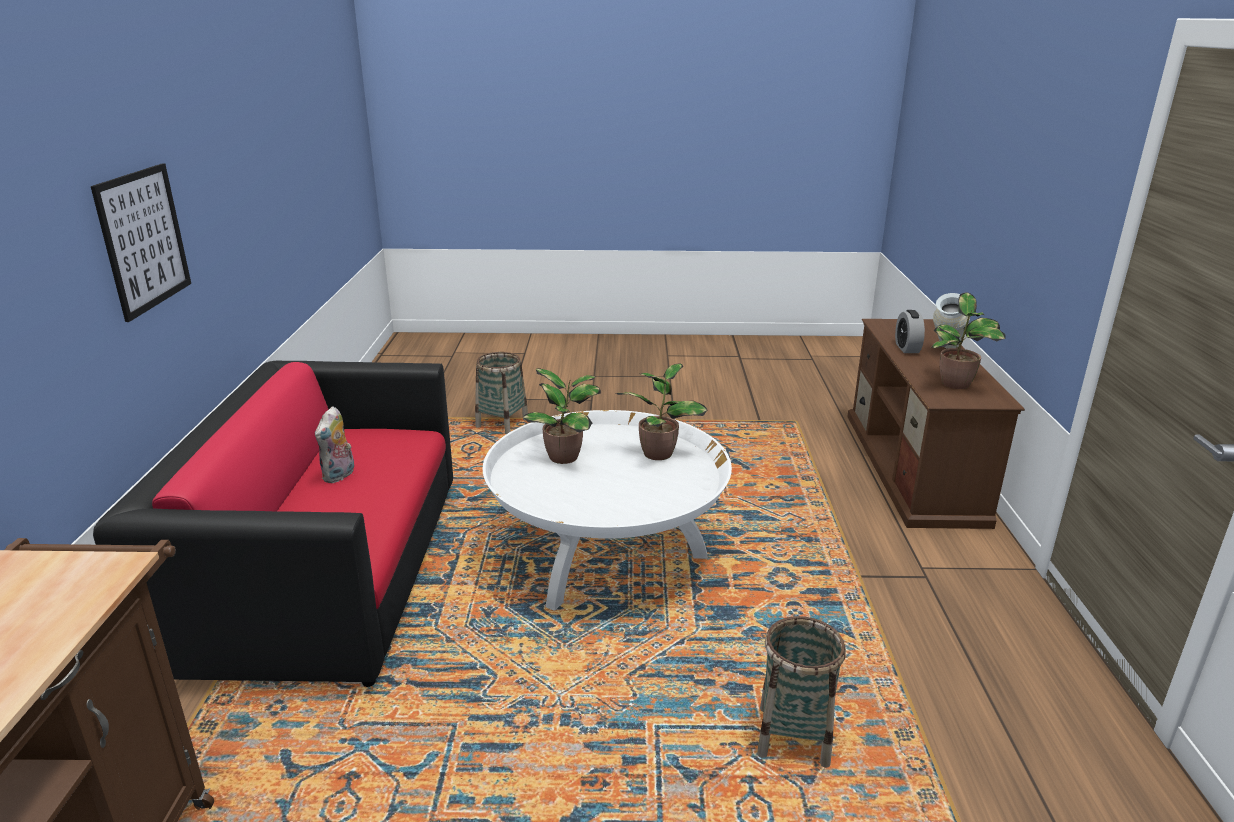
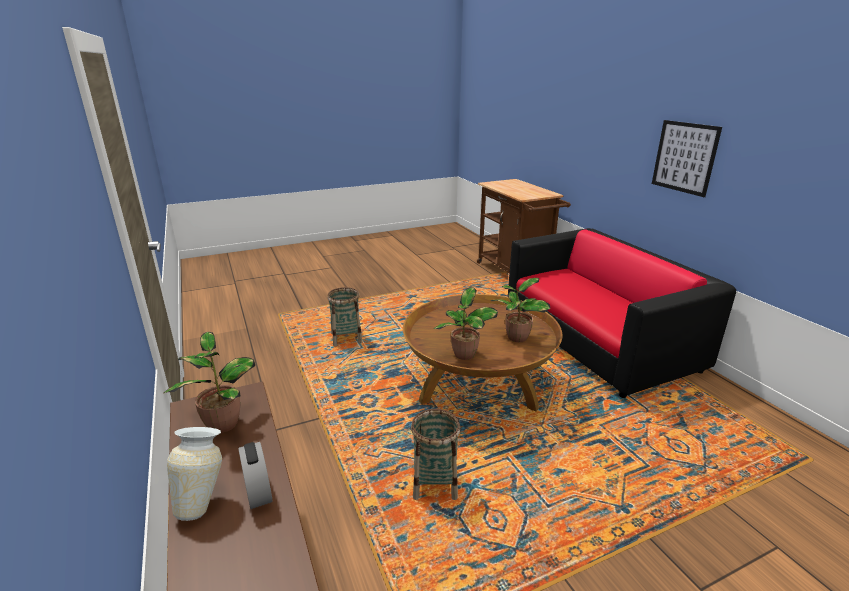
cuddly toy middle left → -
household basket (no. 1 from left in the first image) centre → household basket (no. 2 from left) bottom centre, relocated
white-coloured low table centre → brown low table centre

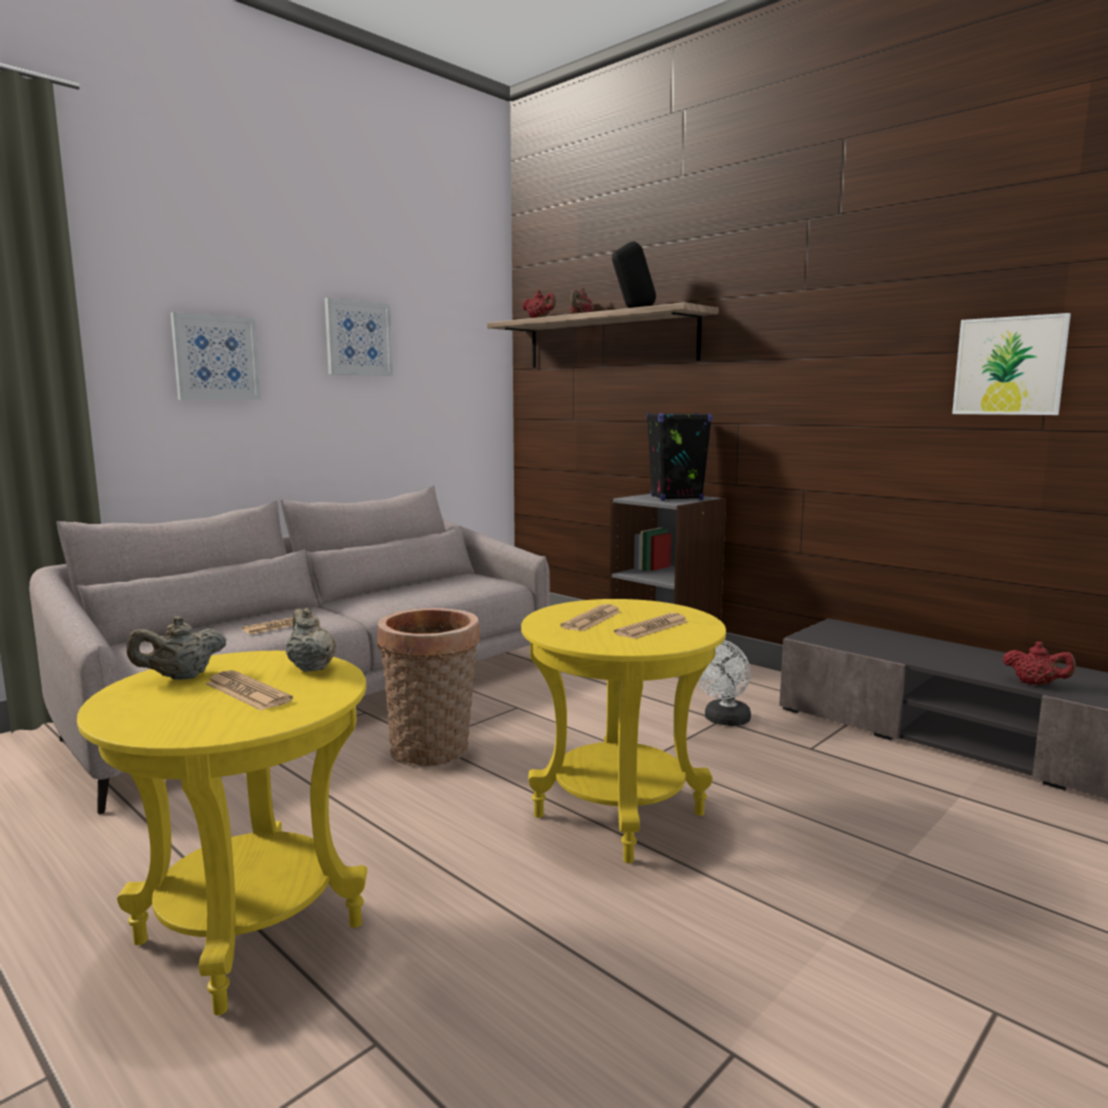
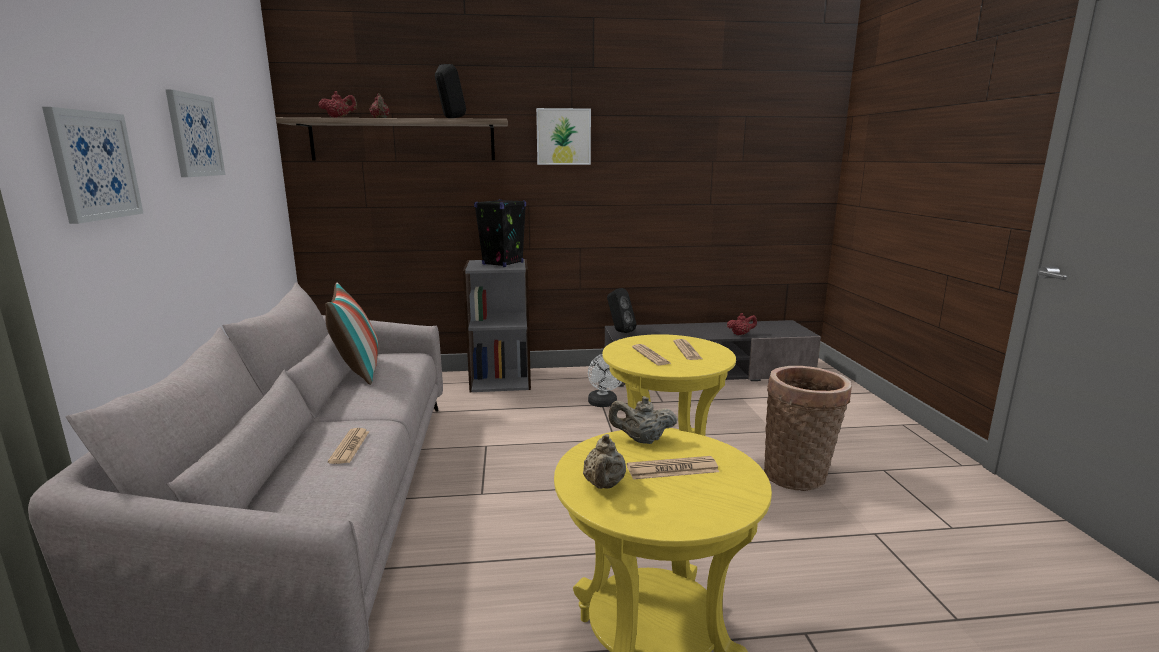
- → cushion middle left
- → blackish speaker (no. 3 from left) centre
household basket centre → household basket middle right, relocated
wall art (no. 3 from left) top right → wall art (no. 3 from left) top centre, relocated

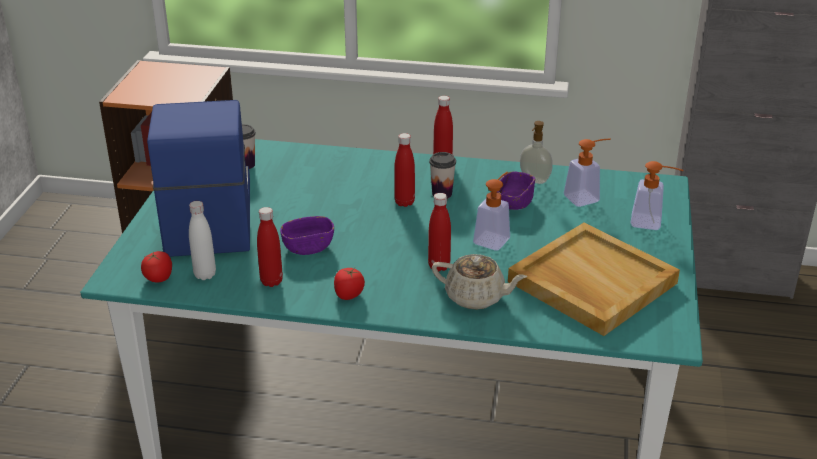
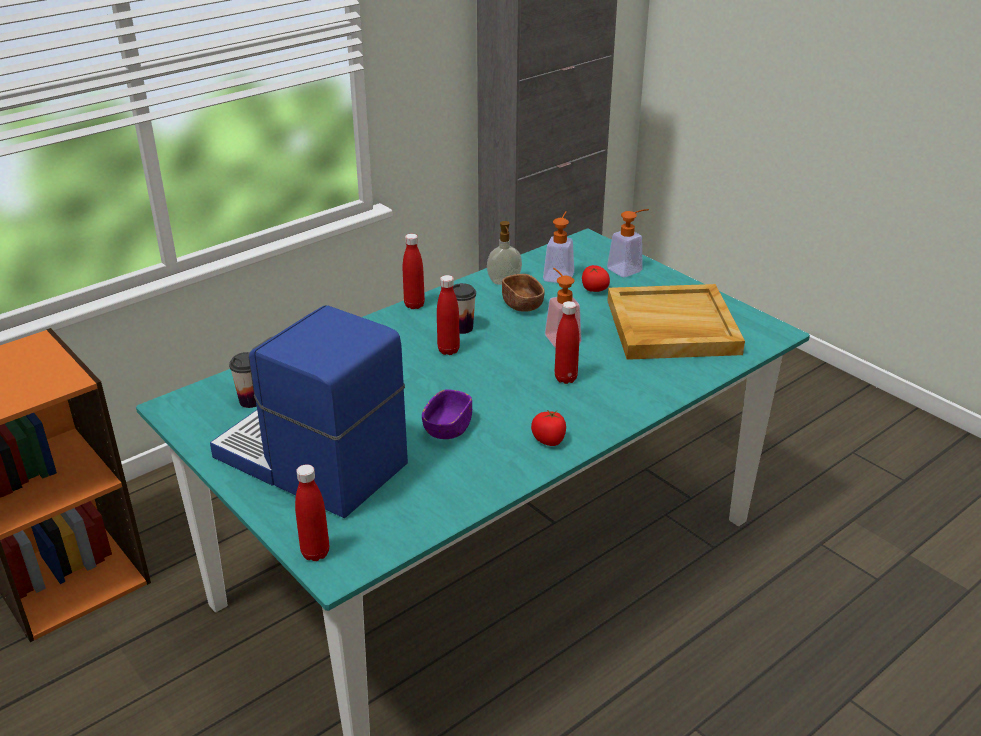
white-coloured bottle middle left → -
beige teapot centre → -
tomato (no. 1 from left in the first image) middle left → tomato (no. 2 from left) centre, relocated
red bottle (no. 1 from left) middle left → red bottle (no. 1 from left) bottom left, relocated
purplish bowl (no. 2 from left) centre → brown bowl centre

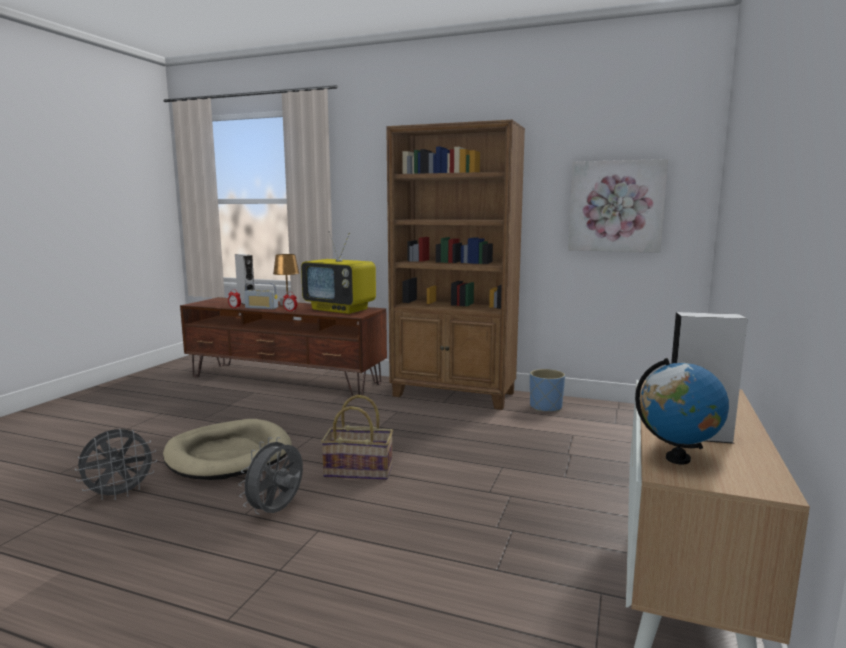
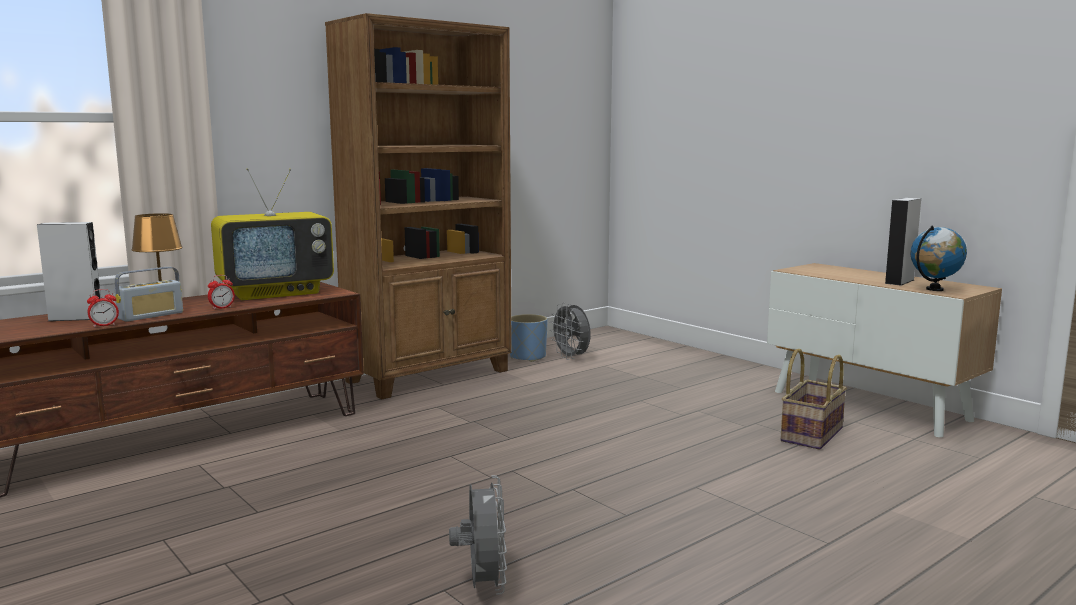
beige pet bed bottom left → -
wall art top right → -
grey fan (no. 2 from left) bottom left → grey fan (no. 2 from left) centre, relocated
household basket bottom centre → household basket middle right, relocated

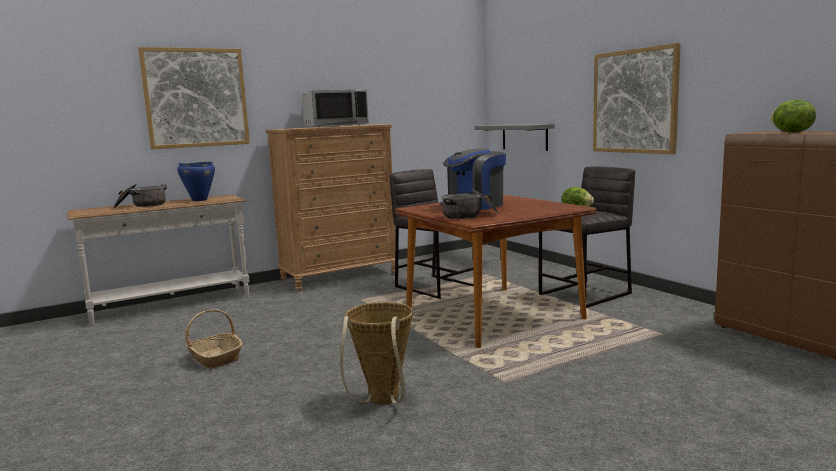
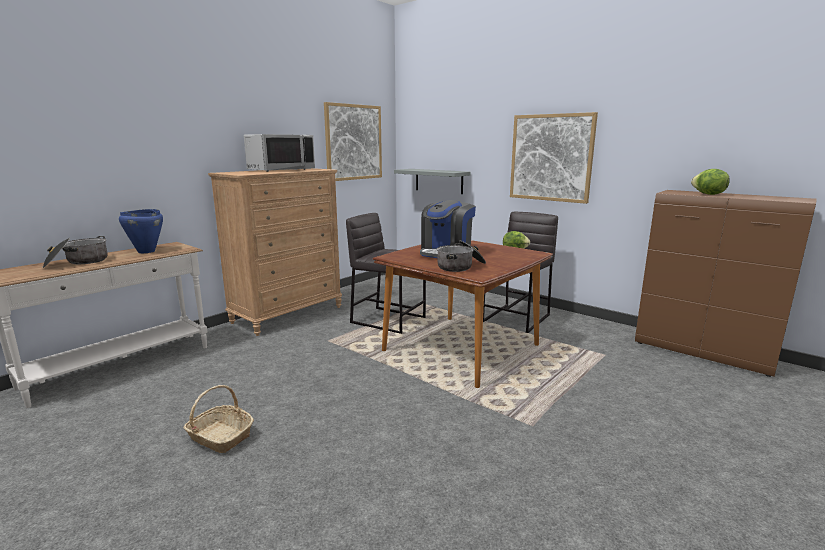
household basket (no. 2 from left) bottom centre → -
wall art (no. 1 from left) top left → wall art (no. 1 from left) top centre, relocated

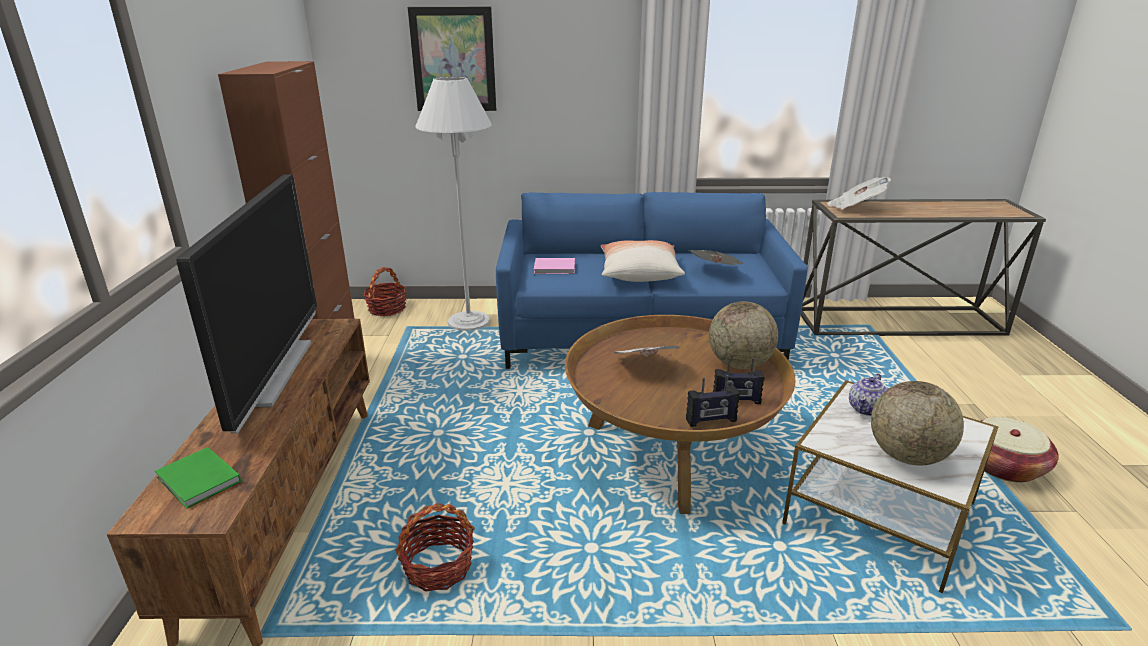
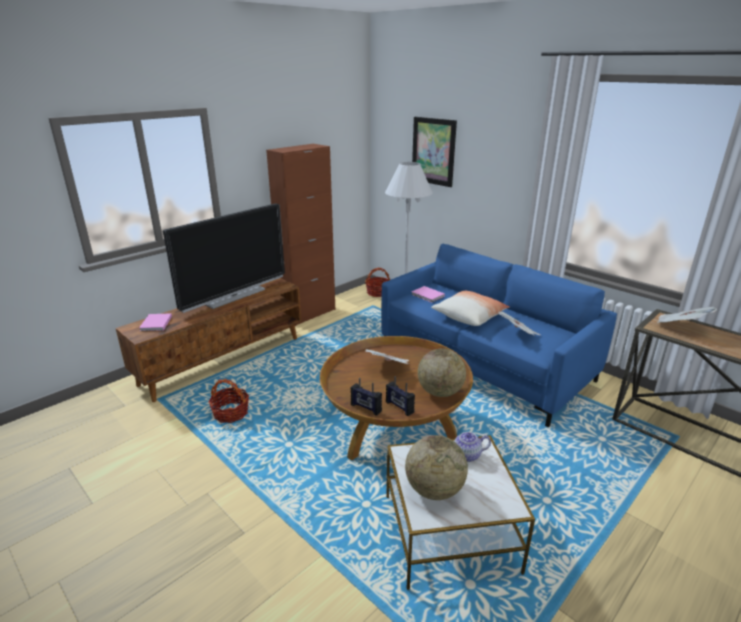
household basket (no. 3 from left) bottom right → -
greenish volume bottom left → pink volume (no. 1 from left) middle left

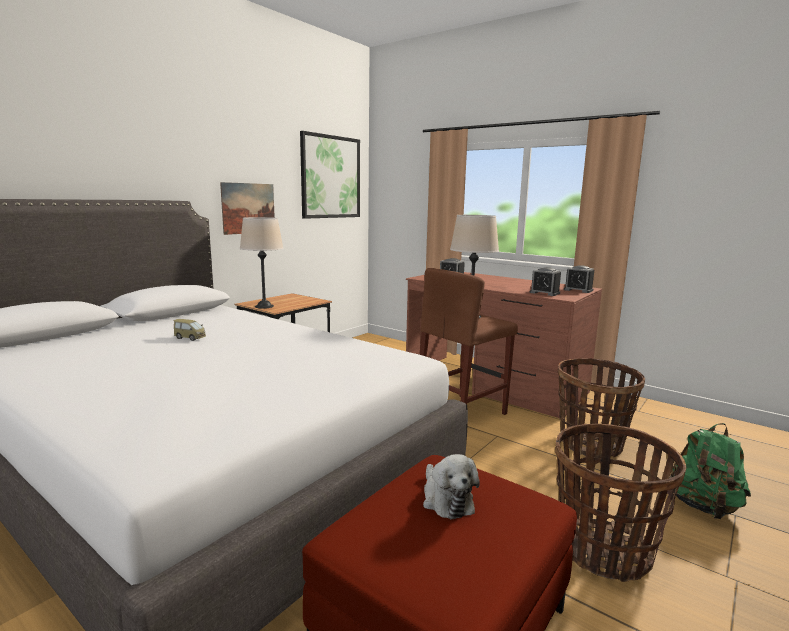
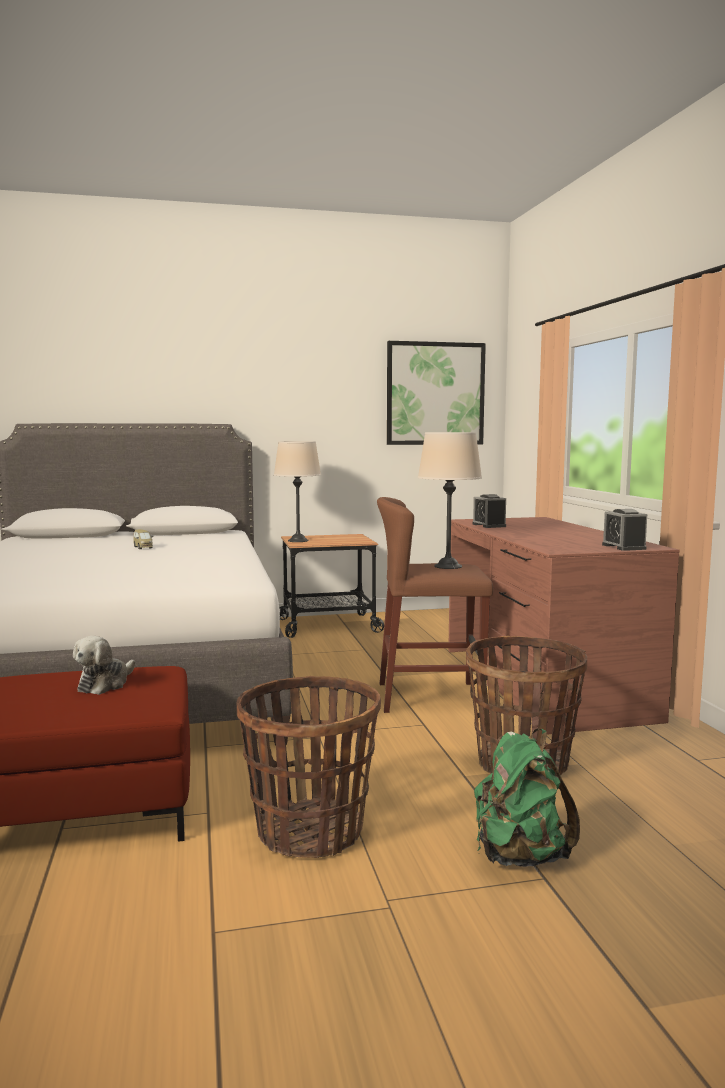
wall art (no. 1 from left) top left → -
table clock (no. 2 from left) middle right → -

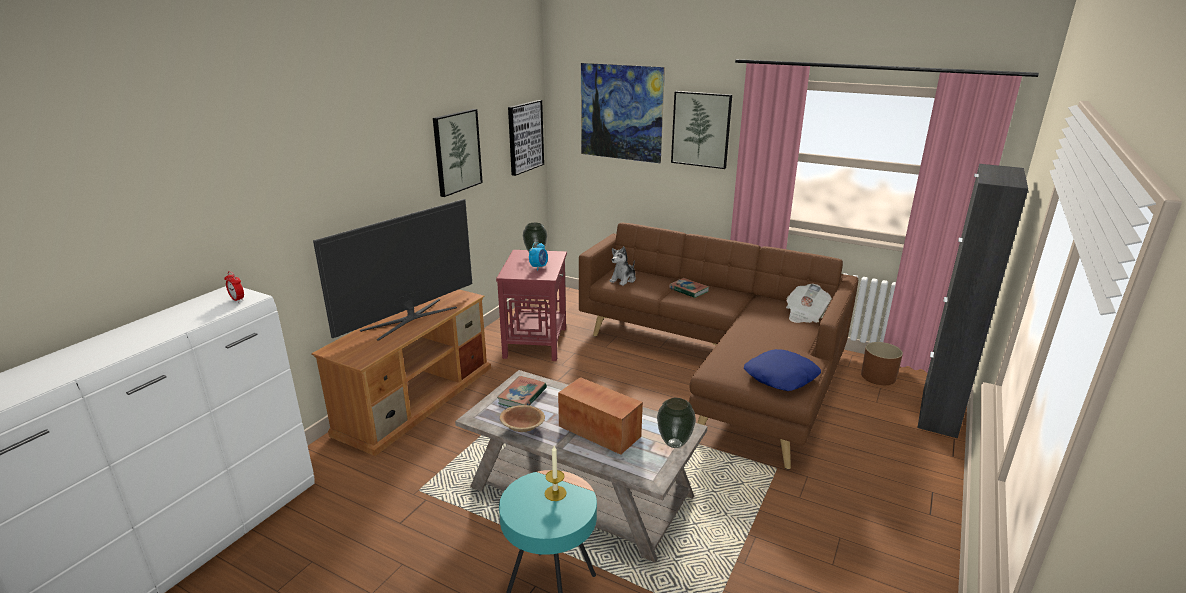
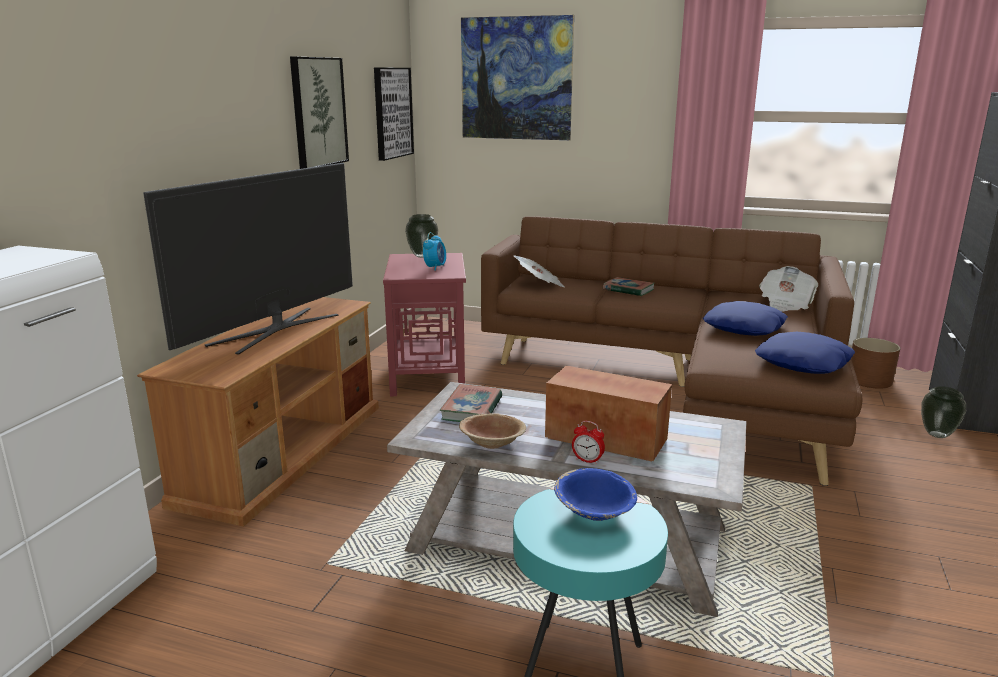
wall art (no. 4 from left) top centre → -
- → blue-coloured cushion (no. 1 from left) middle right
table clock (no. 1 from left in the first image) middle left → table clock (no. 2 from left) centre, relocated
flower vase (no. 2 from left) bottom centre → flower vase (no. 2 from left) middle right, relocated
wax candle bottom centre → blue-coloured bowl bottom centre
cuddly toy centre → newspaper (no. 1 from left) centre

